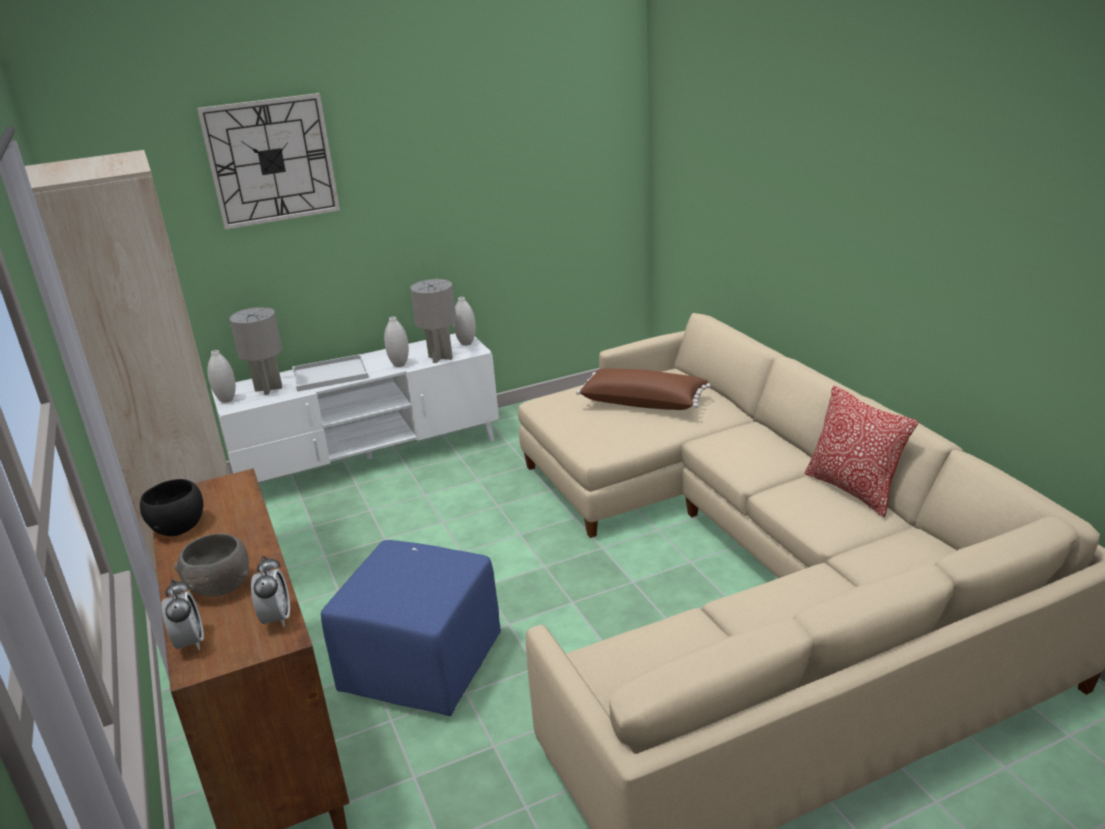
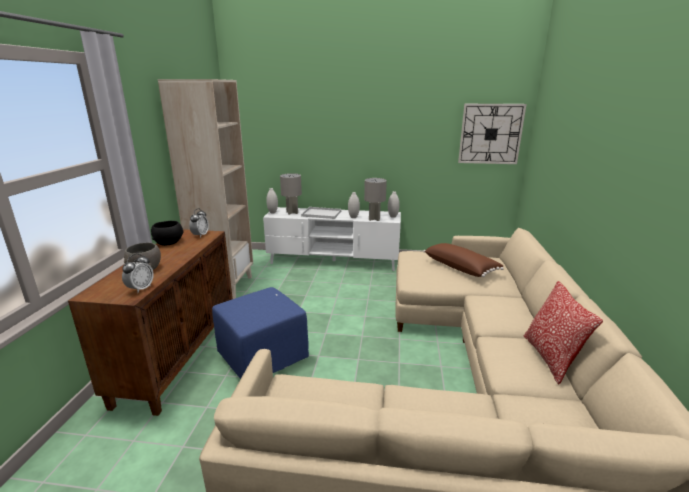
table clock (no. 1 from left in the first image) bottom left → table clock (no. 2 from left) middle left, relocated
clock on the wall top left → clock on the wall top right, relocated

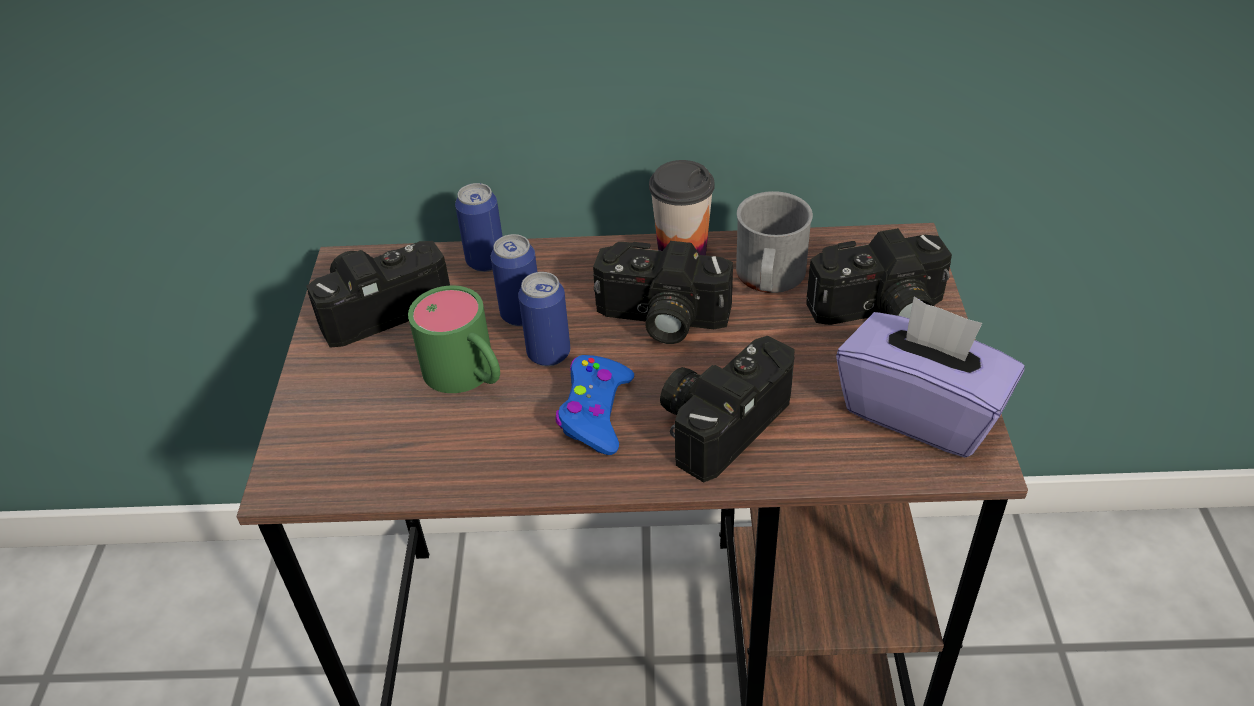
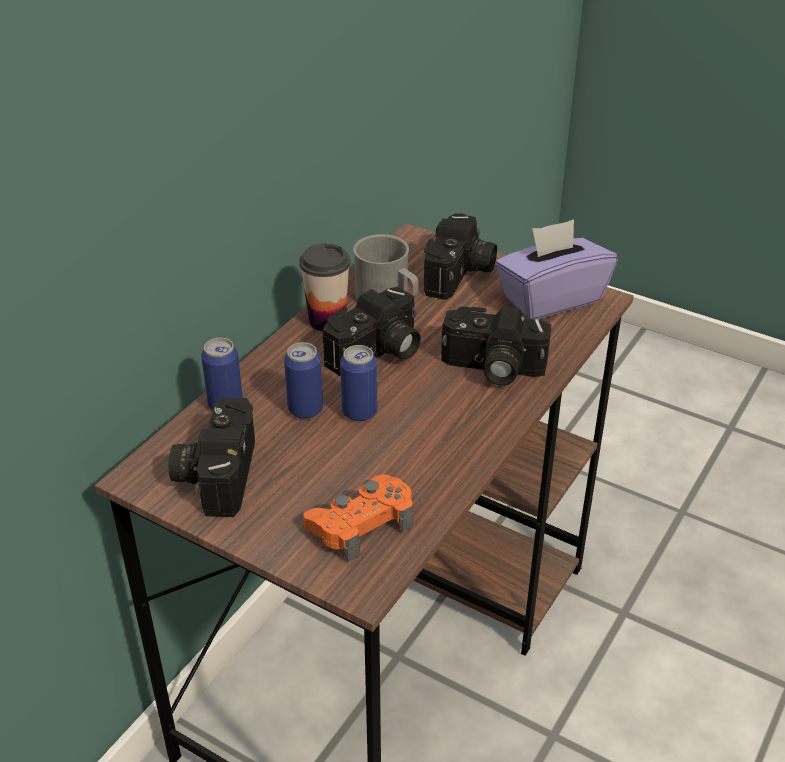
greenish tea mug centre → -
blue-coloured joypad centre → -
- → orange-coloured joypad bottom centre
photo camera (no. 3 from left in the first image) centre → photo camera (no. 4 from left) centre, 60 degrees counterclockwise

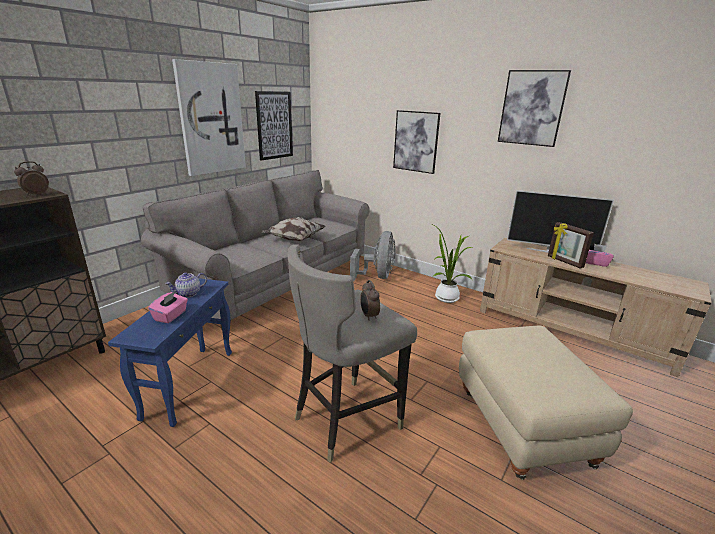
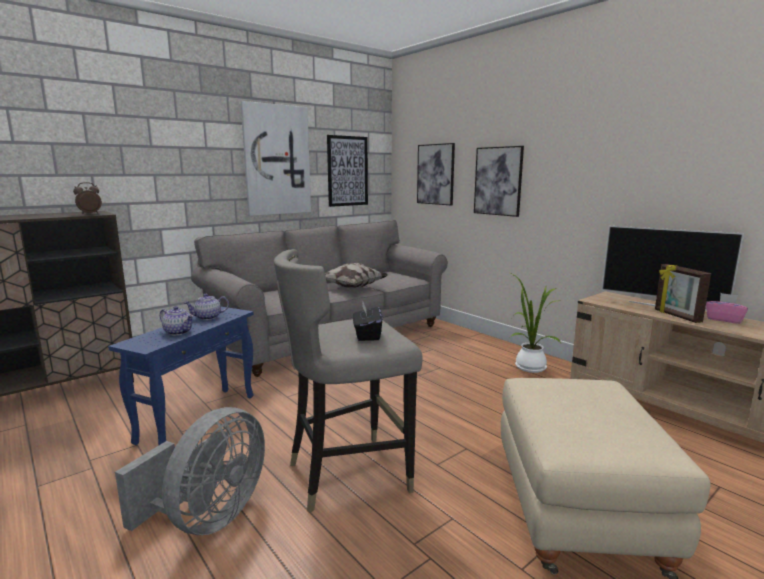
grey fan centre → grey fan bottom left, relocated
wall art (no. 4 from left in the first image) top right → wall art (no. 3 from left) top centre, relocated
pink tissue box (no. 1 from left) middle left → teapot (no. 1 from left) middle left
table clock (no. 2 from left) centre → blackish tissue box centre

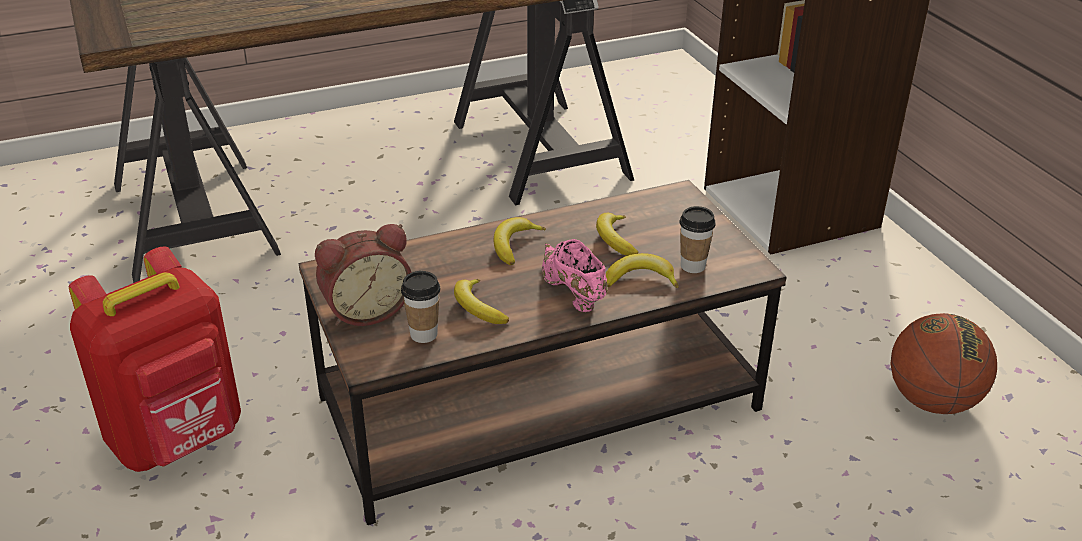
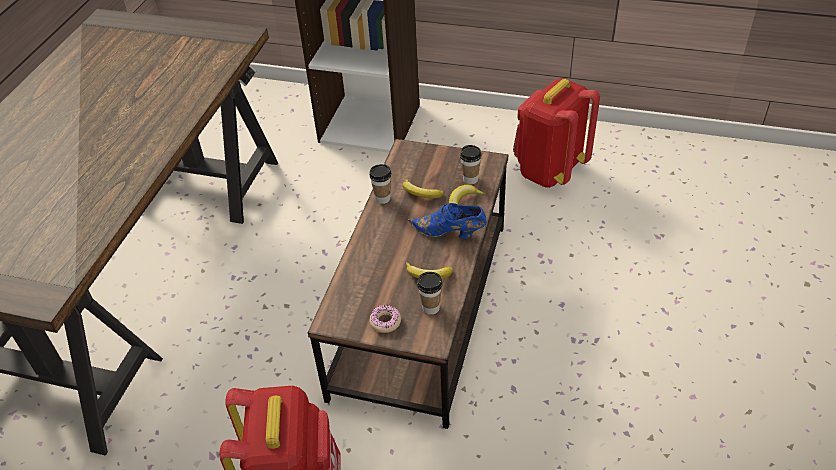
banana (no. 2 from left) centre → -
- → drinking cup (no. 1 from left) centre
table clock centre → donut bottom centre
basketball bottom right → red rucksack (no. 2 from left) top centre
pink low shoe centre → blue-coloured low shoe centre

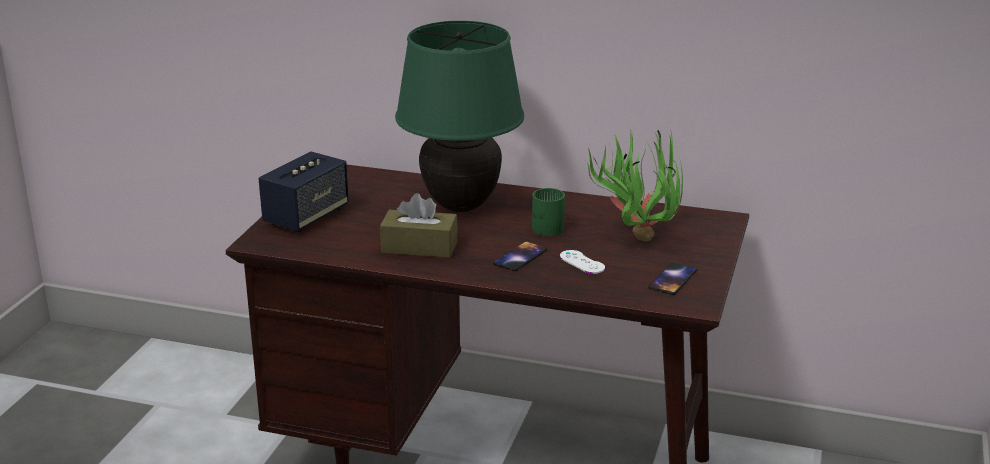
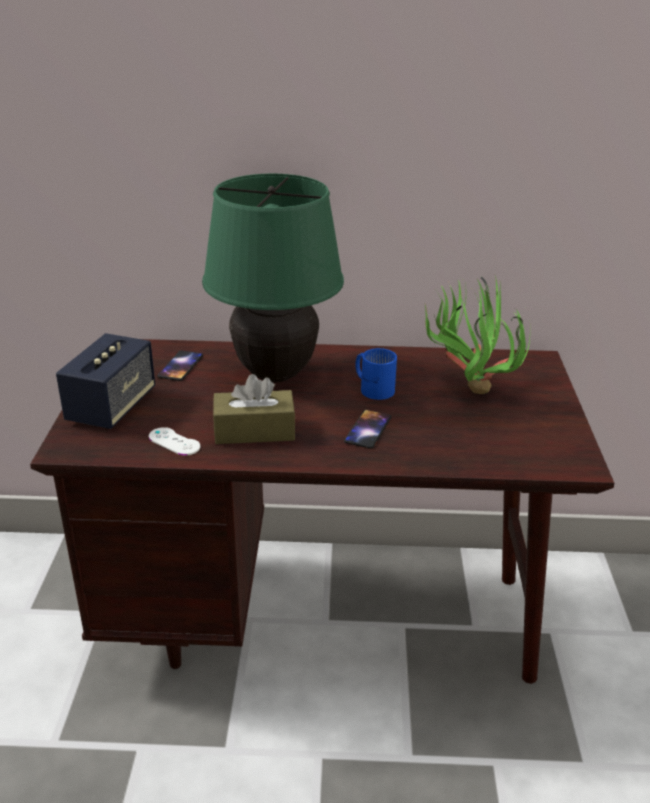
white-coloured joypad centre → white-coloured joypad middle left, relocated
handset (no. 2 from left in the first image) middle right → handset (no. 1 from left) middle left, relocated
greenish tea mug centre → blue-coloured tea mug centre

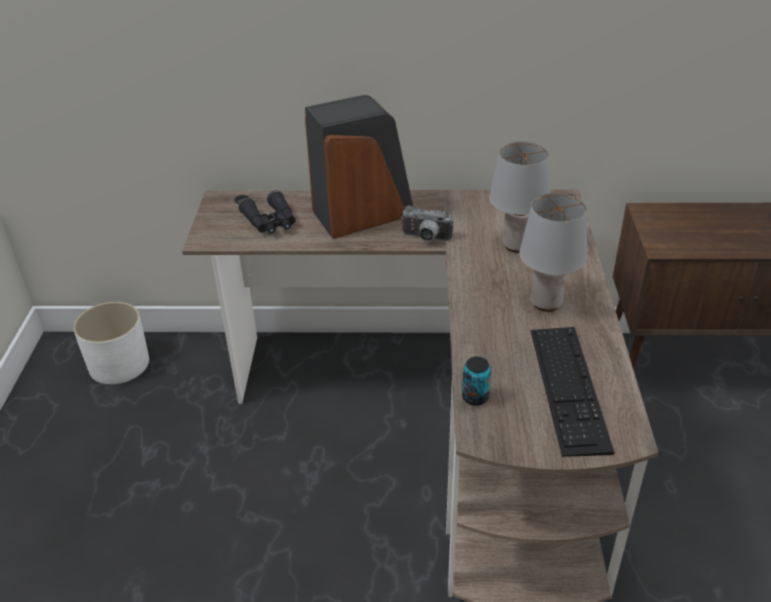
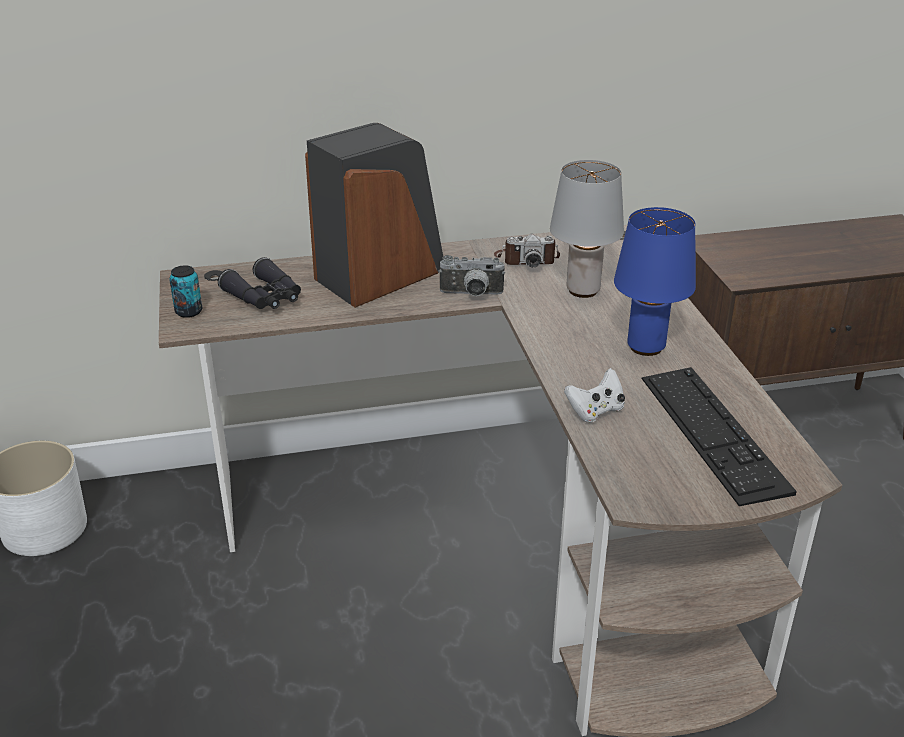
- → photo camera (no. 2 from left) centre
- → white-coloured joypad centre
can centre → can middle left, relocated
grey table lamp (no. 2 from left) middle right → blue-coloured table lamp middle right

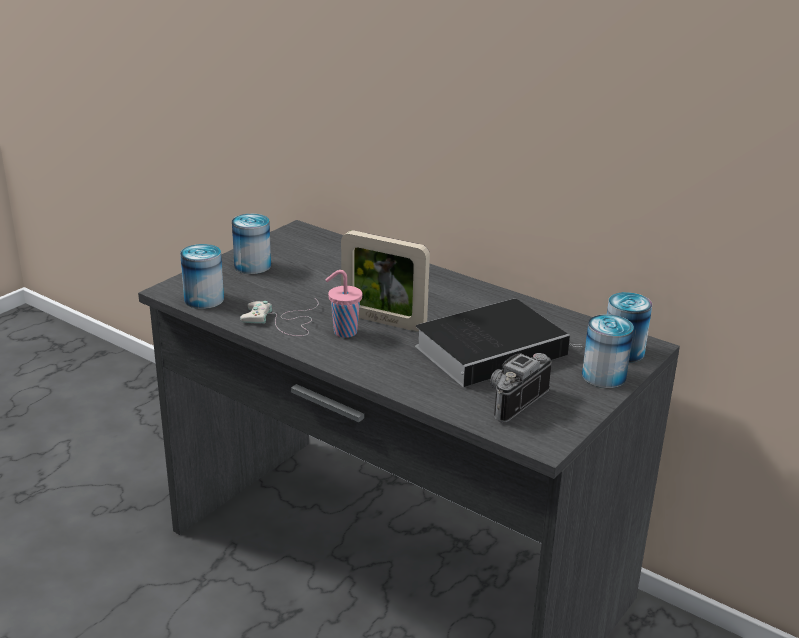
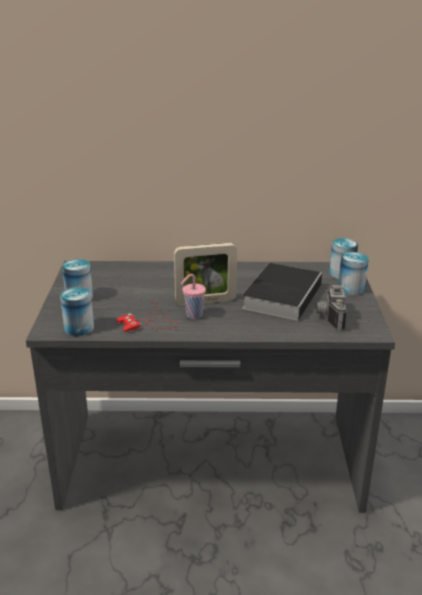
white-coloured joypad centre → red joypad centre

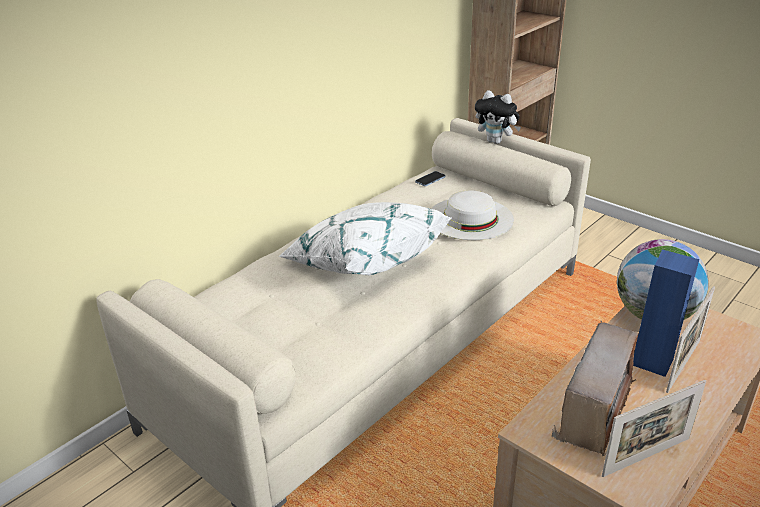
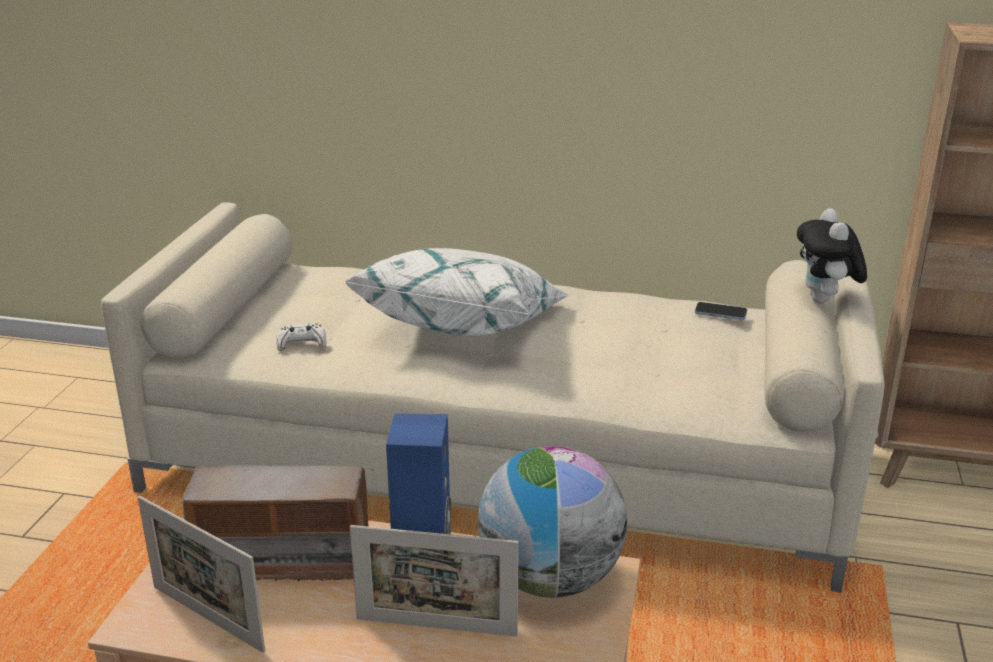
white-coloured wearable hat centre → -
- → white-coloured joypad middle left

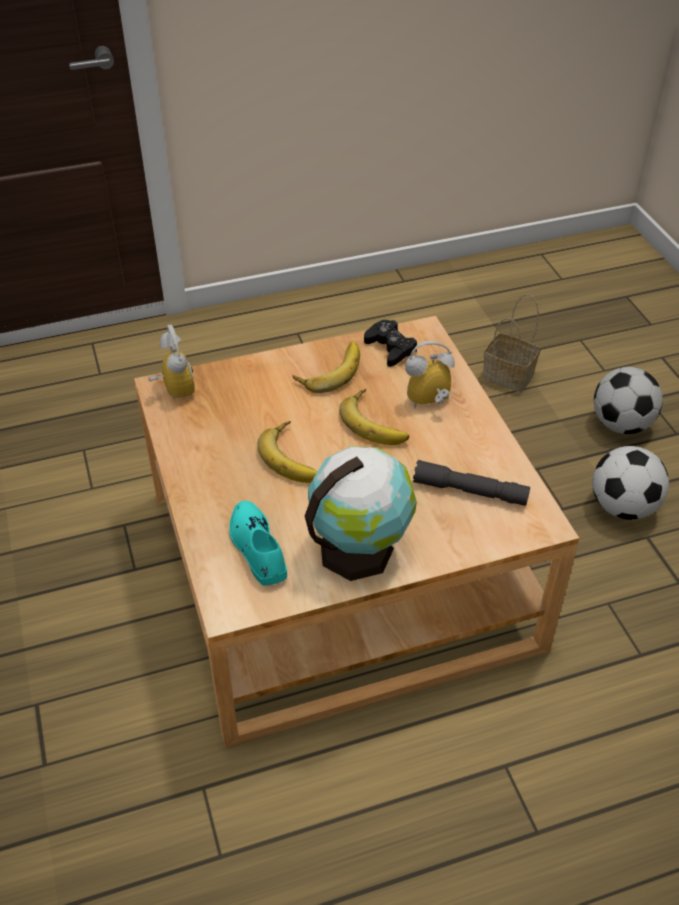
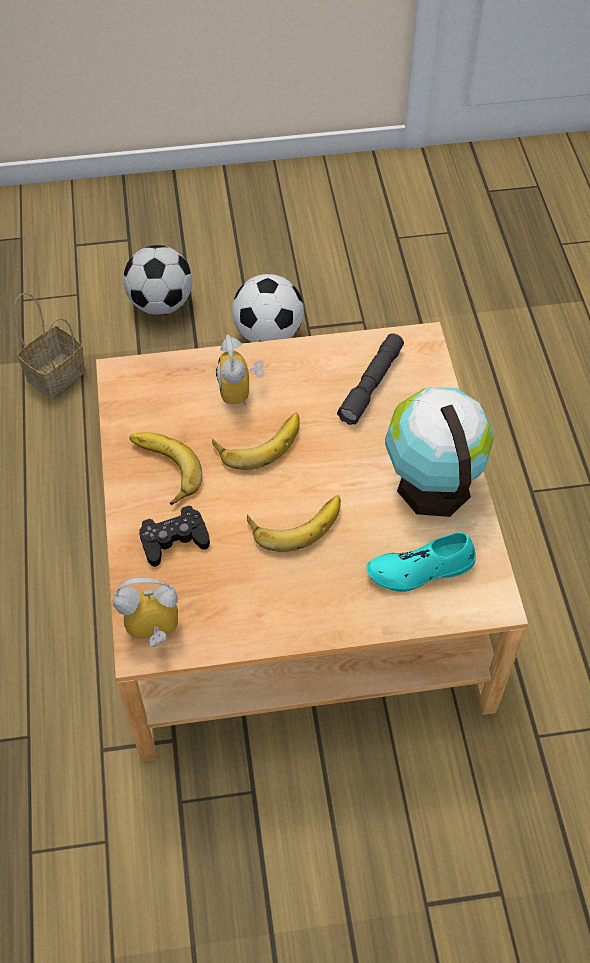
blackish joypad centre → blackish joypad middle left, relocated

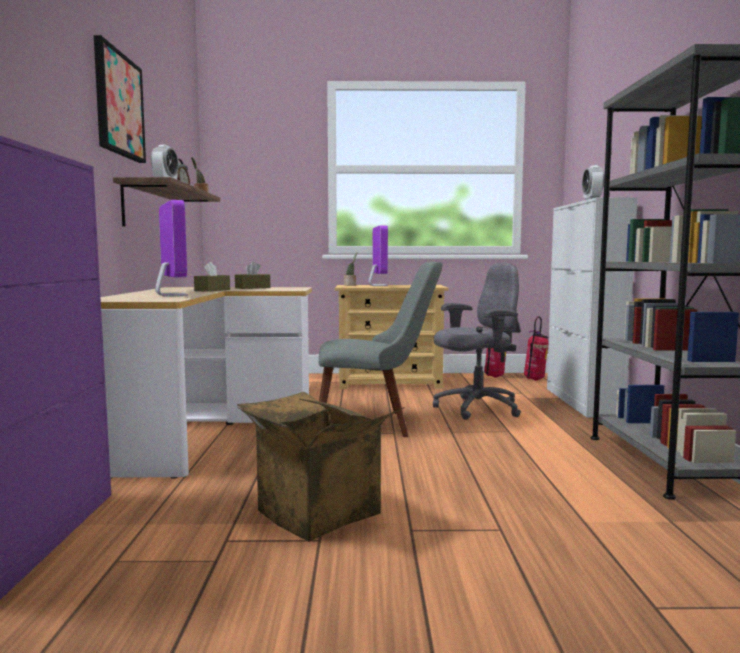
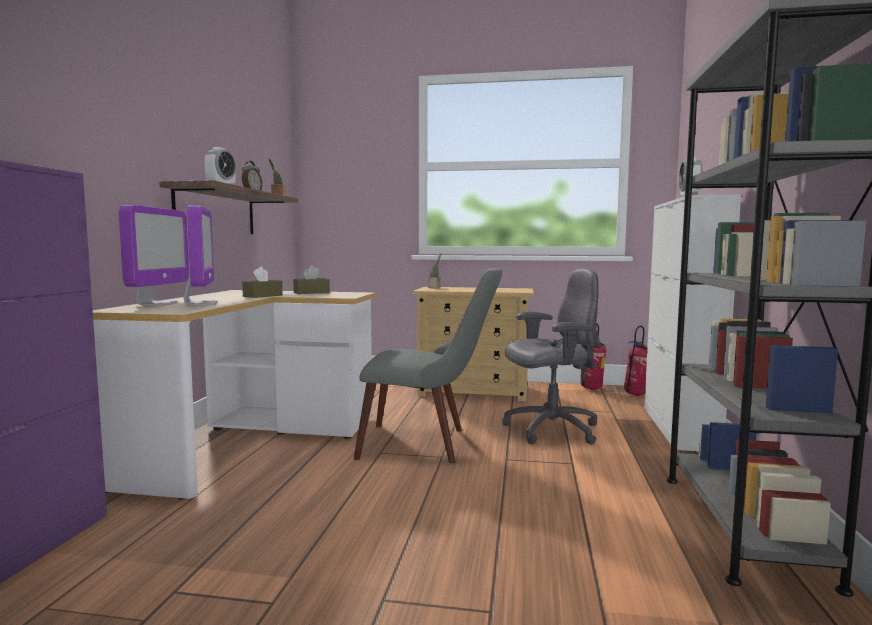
wall art top left → -
cardboard box bottom centre → -
computer screen (no. 2 from left in the first image) centre → computer screen (no. 1 from left) middle left, relocated

